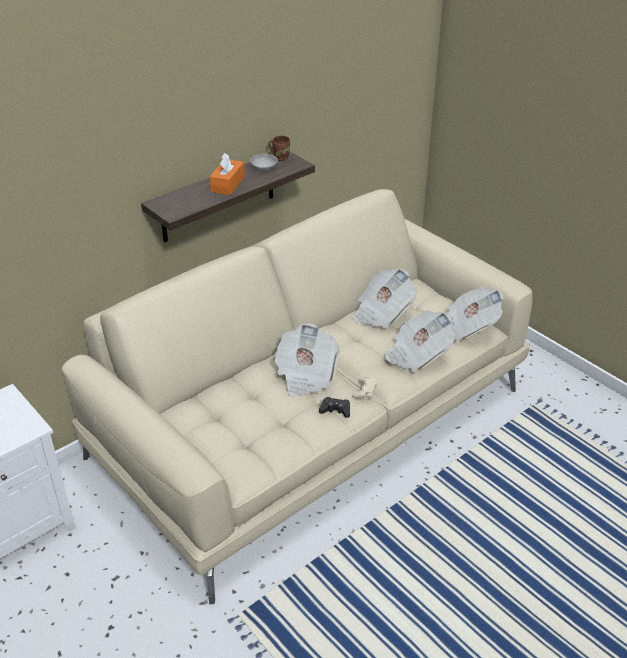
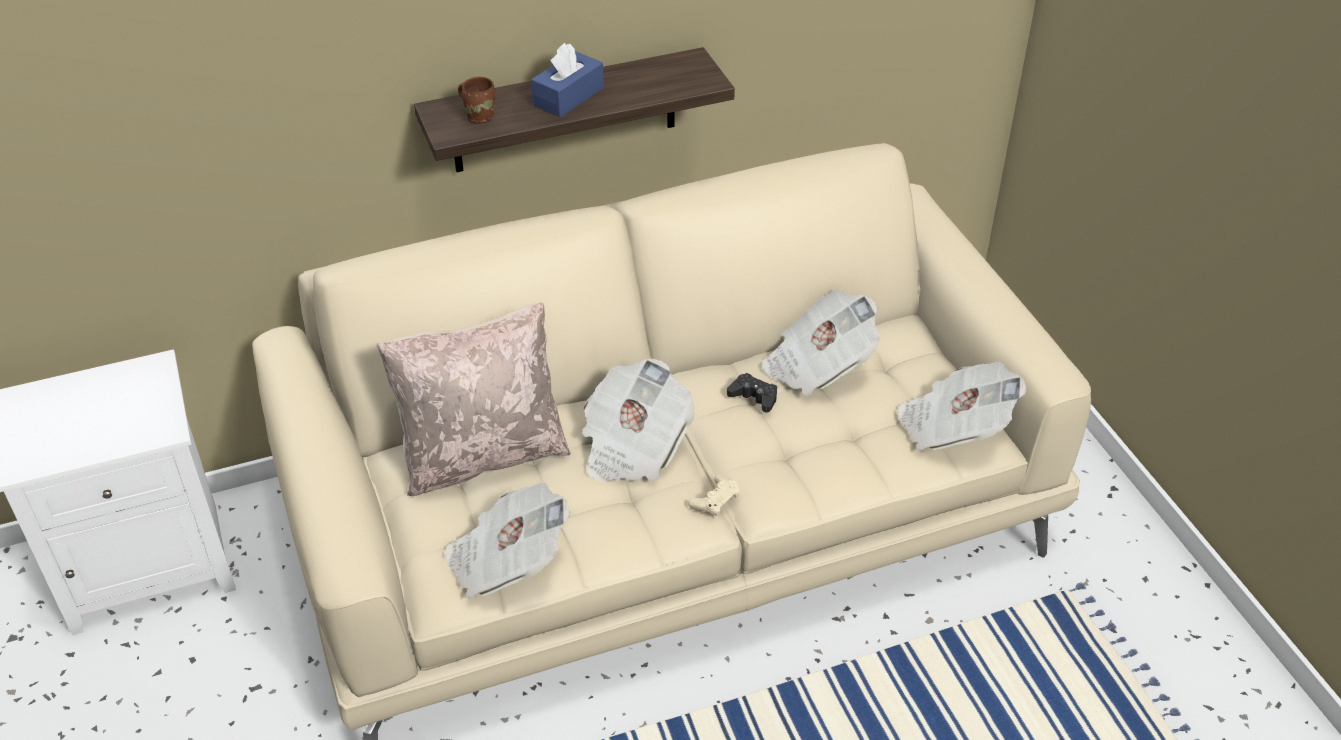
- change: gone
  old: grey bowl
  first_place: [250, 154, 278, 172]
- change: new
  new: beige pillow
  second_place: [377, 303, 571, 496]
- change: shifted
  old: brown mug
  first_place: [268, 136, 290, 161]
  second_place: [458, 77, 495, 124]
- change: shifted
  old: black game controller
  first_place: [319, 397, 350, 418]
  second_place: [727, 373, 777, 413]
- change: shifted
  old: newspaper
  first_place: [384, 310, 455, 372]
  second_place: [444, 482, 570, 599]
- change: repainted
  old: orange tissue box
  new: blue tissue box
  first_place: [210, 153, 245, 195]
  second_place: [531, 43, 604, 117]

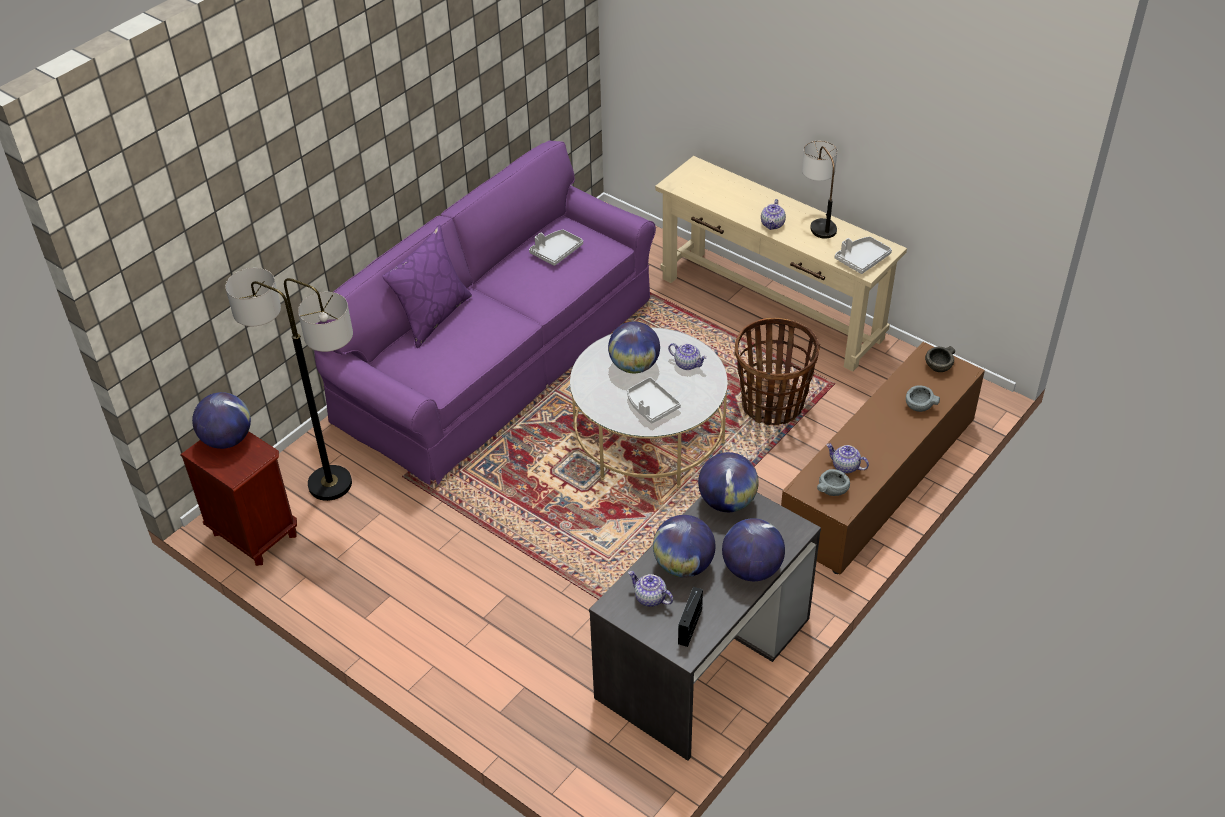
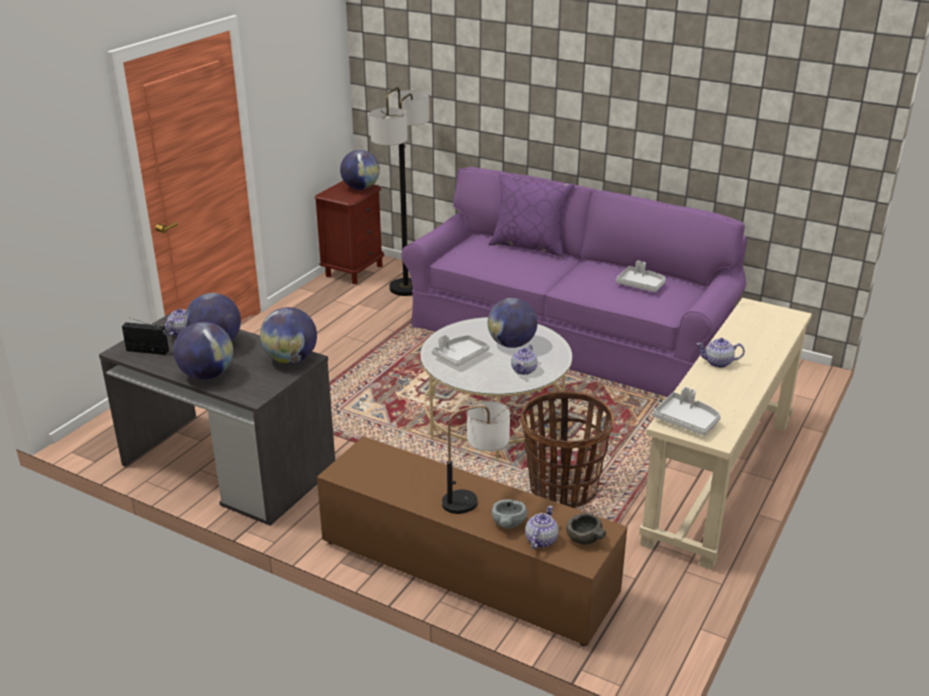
- change: gone
  old: grey bowl
  first_place: [817, 469, 850, 496]
- change: shifted
  old: table lamp
  first_place: [802, 141, 837, 239]
  second_place: [442, 400, 510, 514]
- change: shifted
  old: teapot
  first_place: [826, 443, 869, 474]
  second_place: [525, 506, 559, 549]

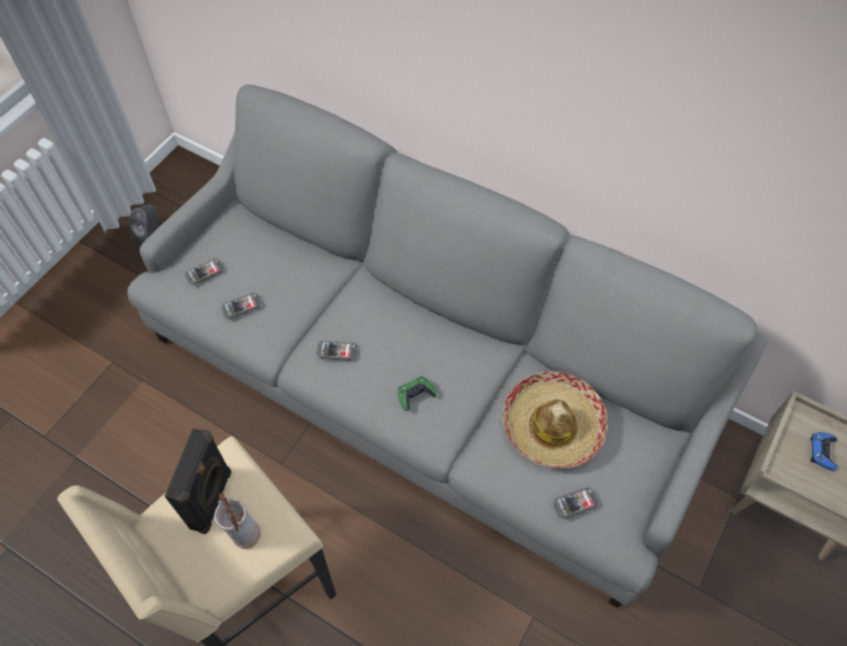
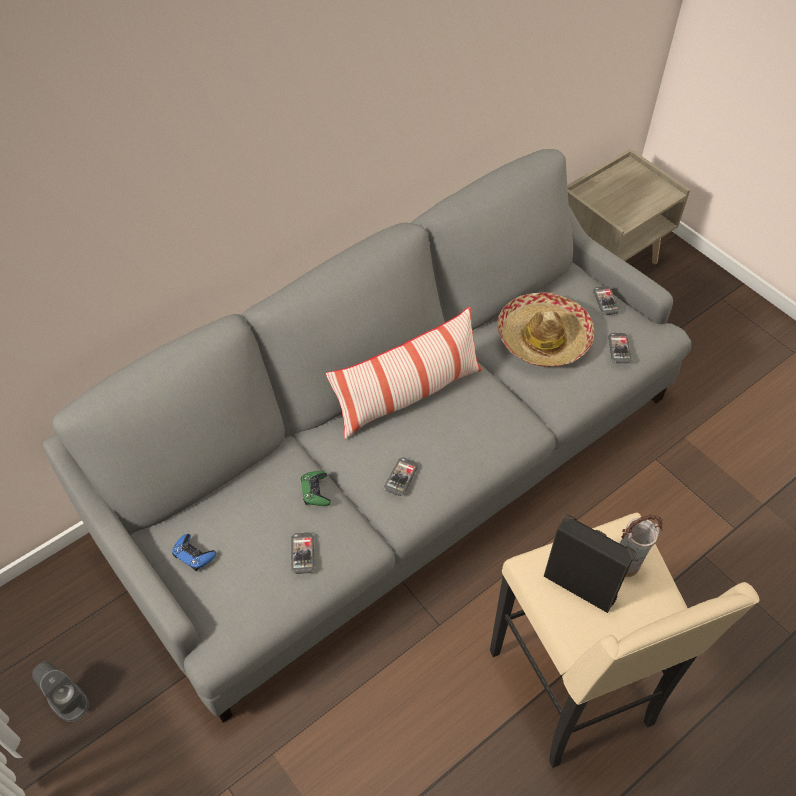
- change: new
  new: pillow
  second_place: [326, 307, 482, 439]
- change: shifted
  old: phone
  first_place: [185, 258, 224, 285]
  second_place: [593, 286, 620, 315]
- change: shifted
  old: green game controller
  first_place: [398, 376, 437, 411]
  second_place: [301, 471, 331, 506]
- change: shifted
  old: blue game controller
  first_place: [810, 432, 838, 471]
  second_place: [172, 534, 216, 571]

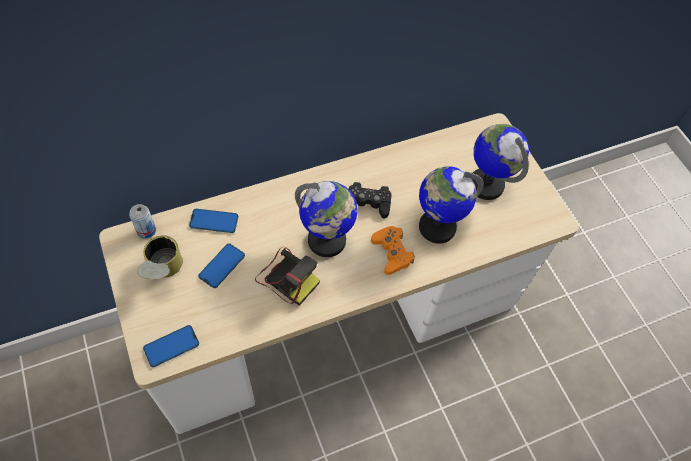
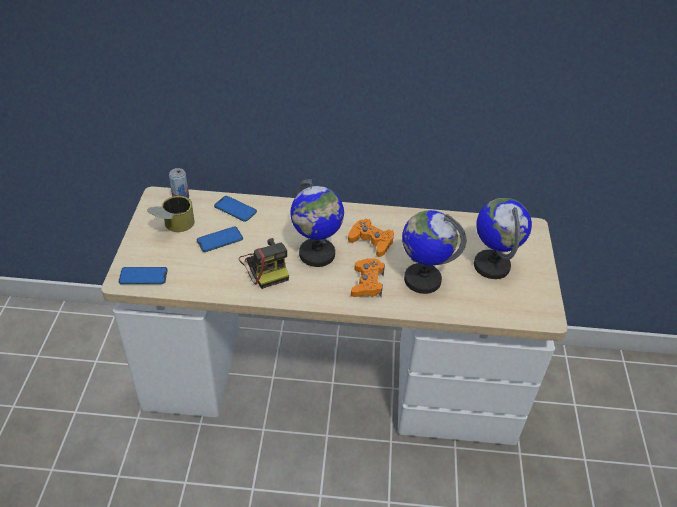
- change: repainted
  old: black game controller
  new: orange game controller
  first_place: [348, 182, 392, 219]
  second_place: [348, 219, 394, 257]

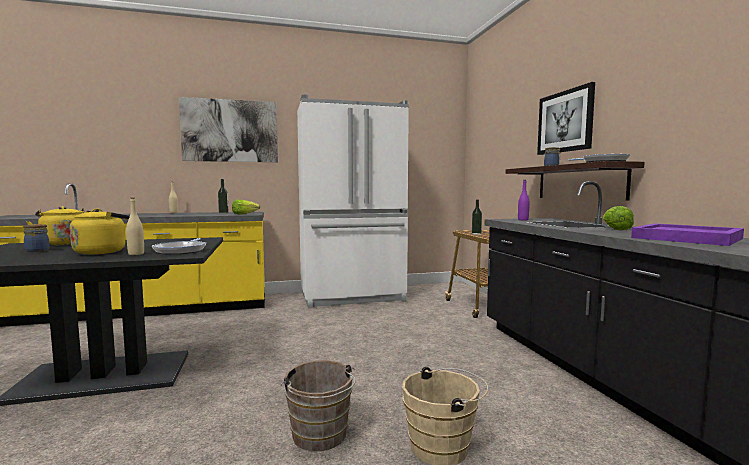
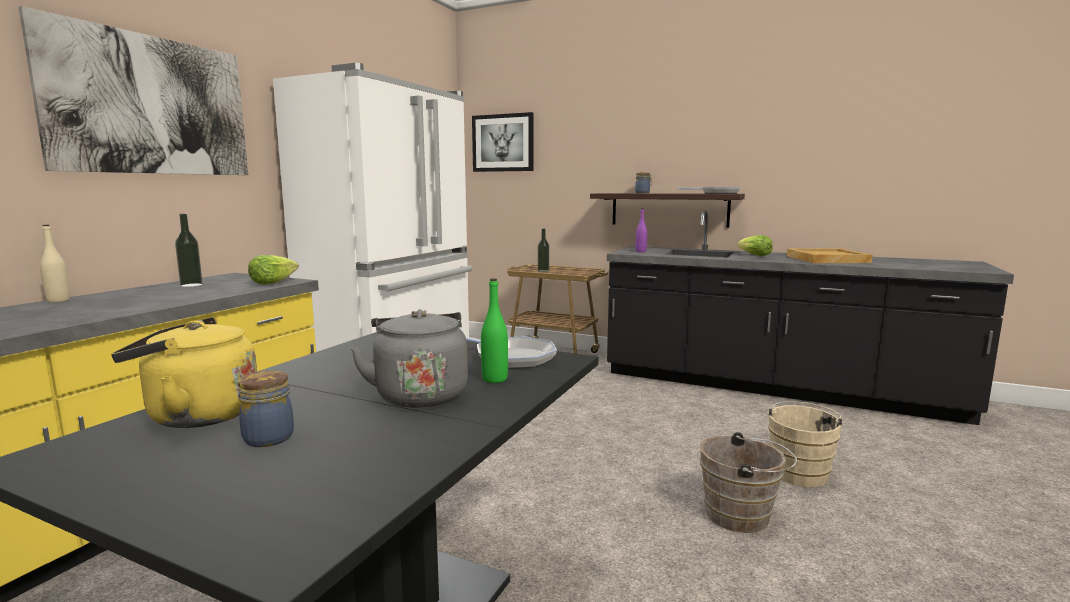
- change: shifted
  old: picture
  first_place: [537, 82, 595, 155]
  second_place: [472, 112, 533, 172]
- change: repainted
  old: yellow kettle
  new: grey kettle
  first_place: [70, 209, 130, 255]
  second_place: [350, 309, 468, 408]
- change: repainted
  old: beige bottle
  new: green bottle
  first_place: [126, 198, 144, 255]
  second_place: [481, 278, 508, 383]
- change: repainted
  old: purple tray
  new: beige tray
  first_place: [631, 223, 744, 246]
  second_place: [787, 249, 873, 263]

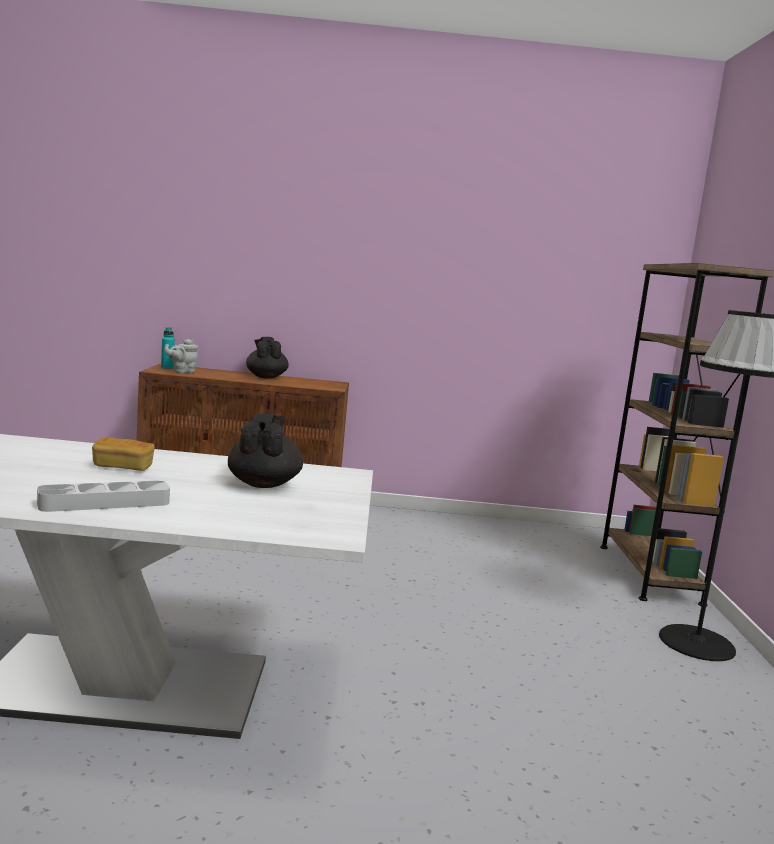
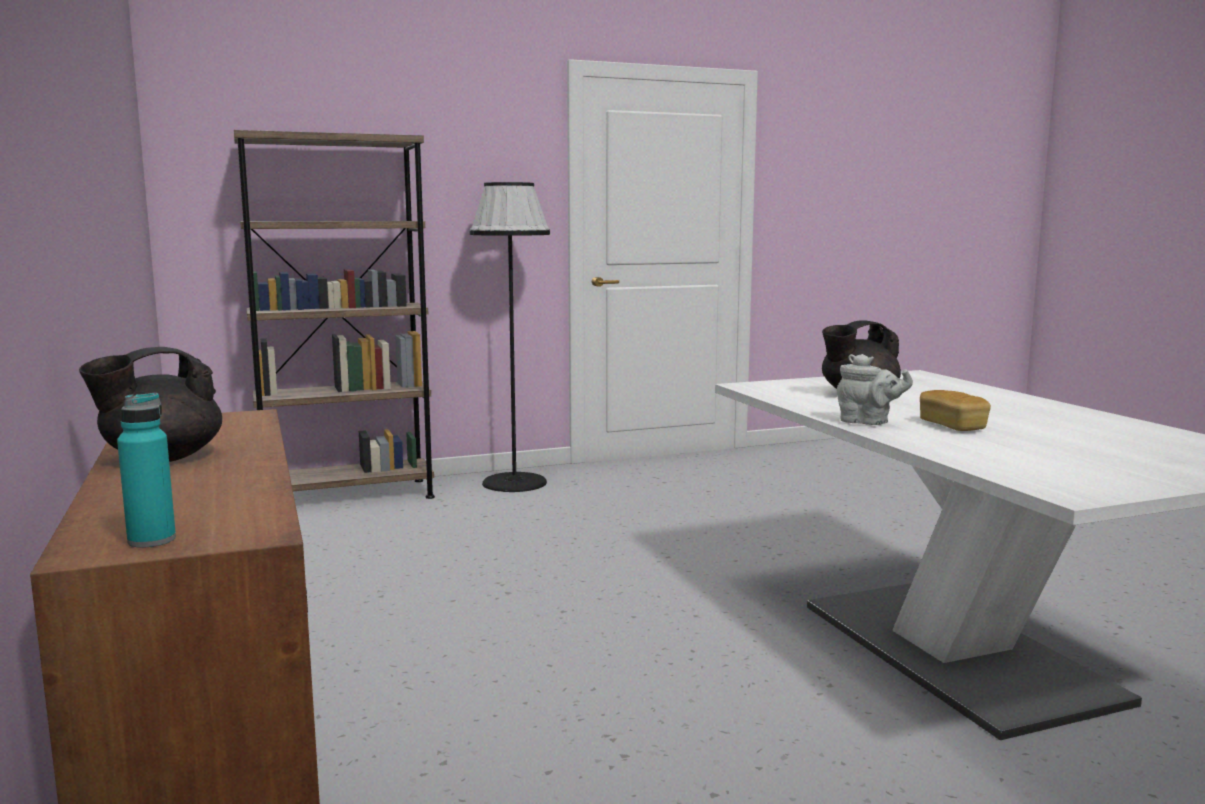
- change: gone
  old: grey tray
  first_place: [37, 481, 170, 512]
- change: shifted
  old: grey teapot
  first_place: [164, 339, 198, 373]
  second_place: [837, 354, 913, 425]

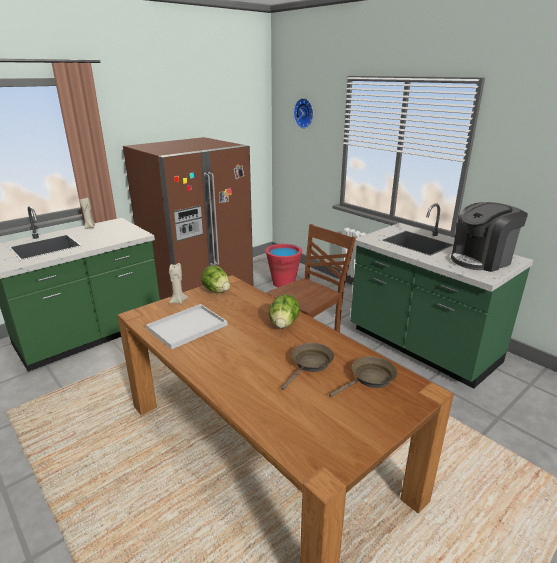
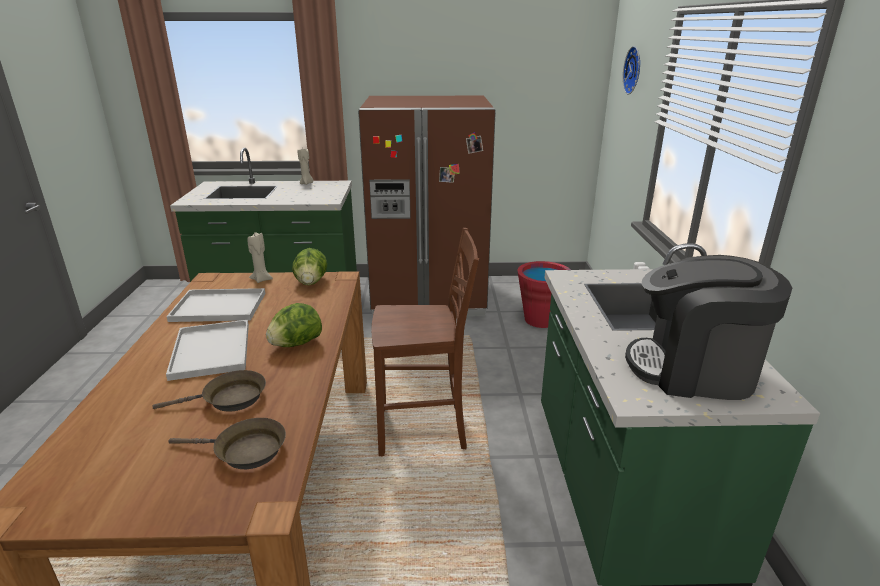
- change: new
  new: white tray
  second_place: [166, 320, 249, 381]

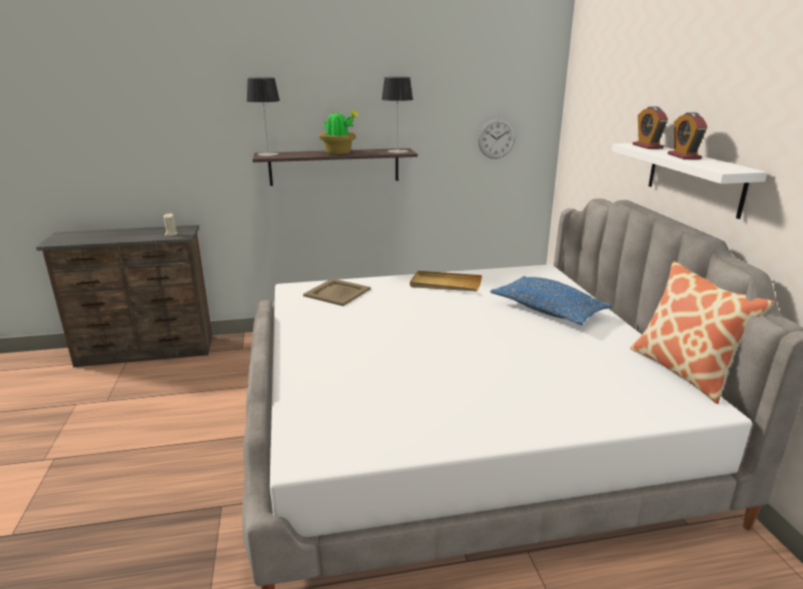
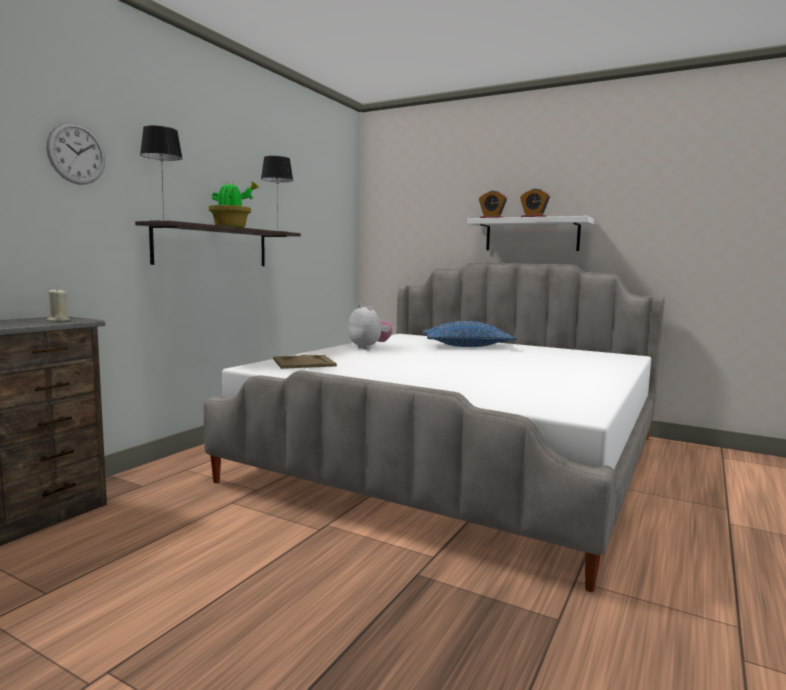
- change: gone
  old: pillow
  first_place: [630, 261, 774, 404]
- change: shifted
  old: wall clock
  first_place: [478, 119, 515, 159]
  second_place: [46, 122, 105, 184]
- change: swapped
  old: beige tray
  new: plush toy
  first_place: [410, 271, 482, 291]
  second_place: [348, 305, 393, 349]

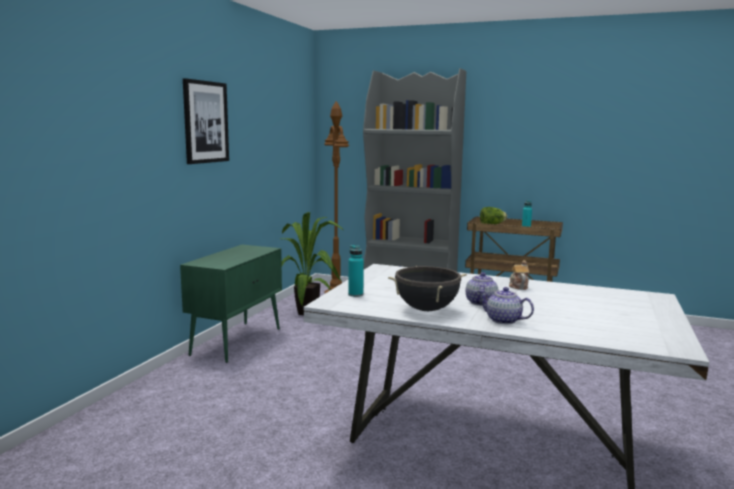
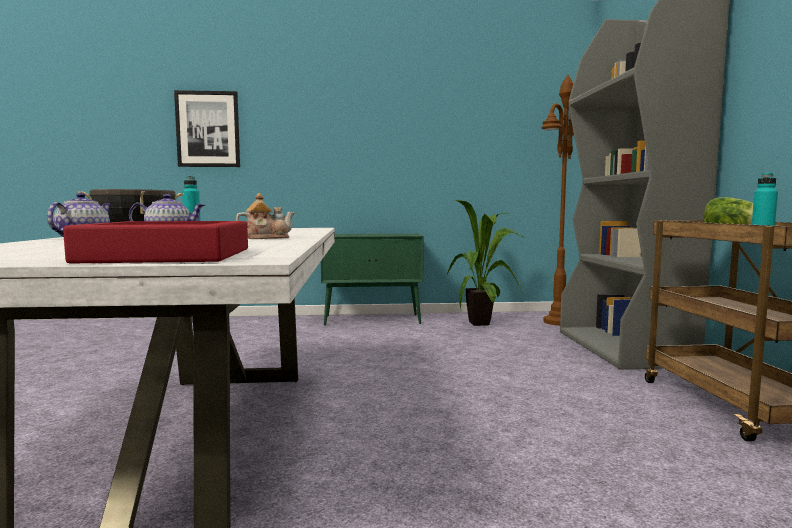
- change: new
  new: red tray
  second_place: [63, 221, 248, 263]
- change: shifted
  old: picture
  first_place: [183, 78, 229, 164]
  second_place: [174, 90, 240, 167]

